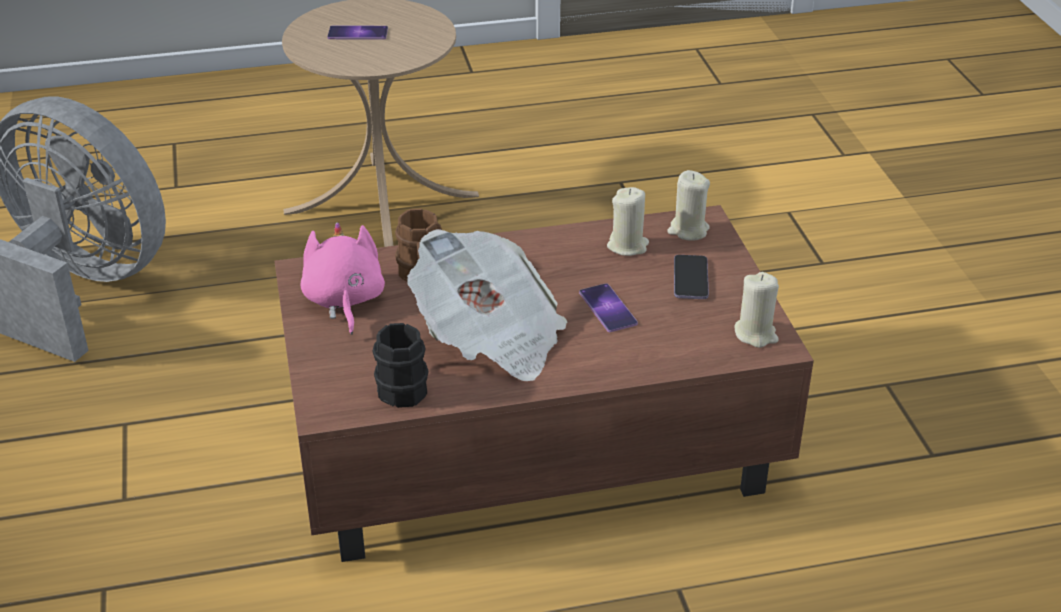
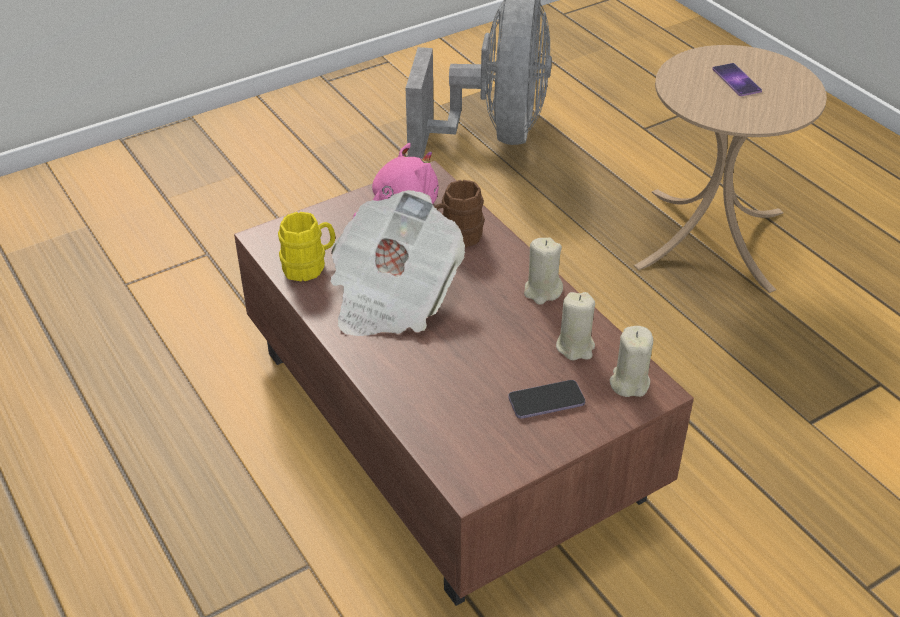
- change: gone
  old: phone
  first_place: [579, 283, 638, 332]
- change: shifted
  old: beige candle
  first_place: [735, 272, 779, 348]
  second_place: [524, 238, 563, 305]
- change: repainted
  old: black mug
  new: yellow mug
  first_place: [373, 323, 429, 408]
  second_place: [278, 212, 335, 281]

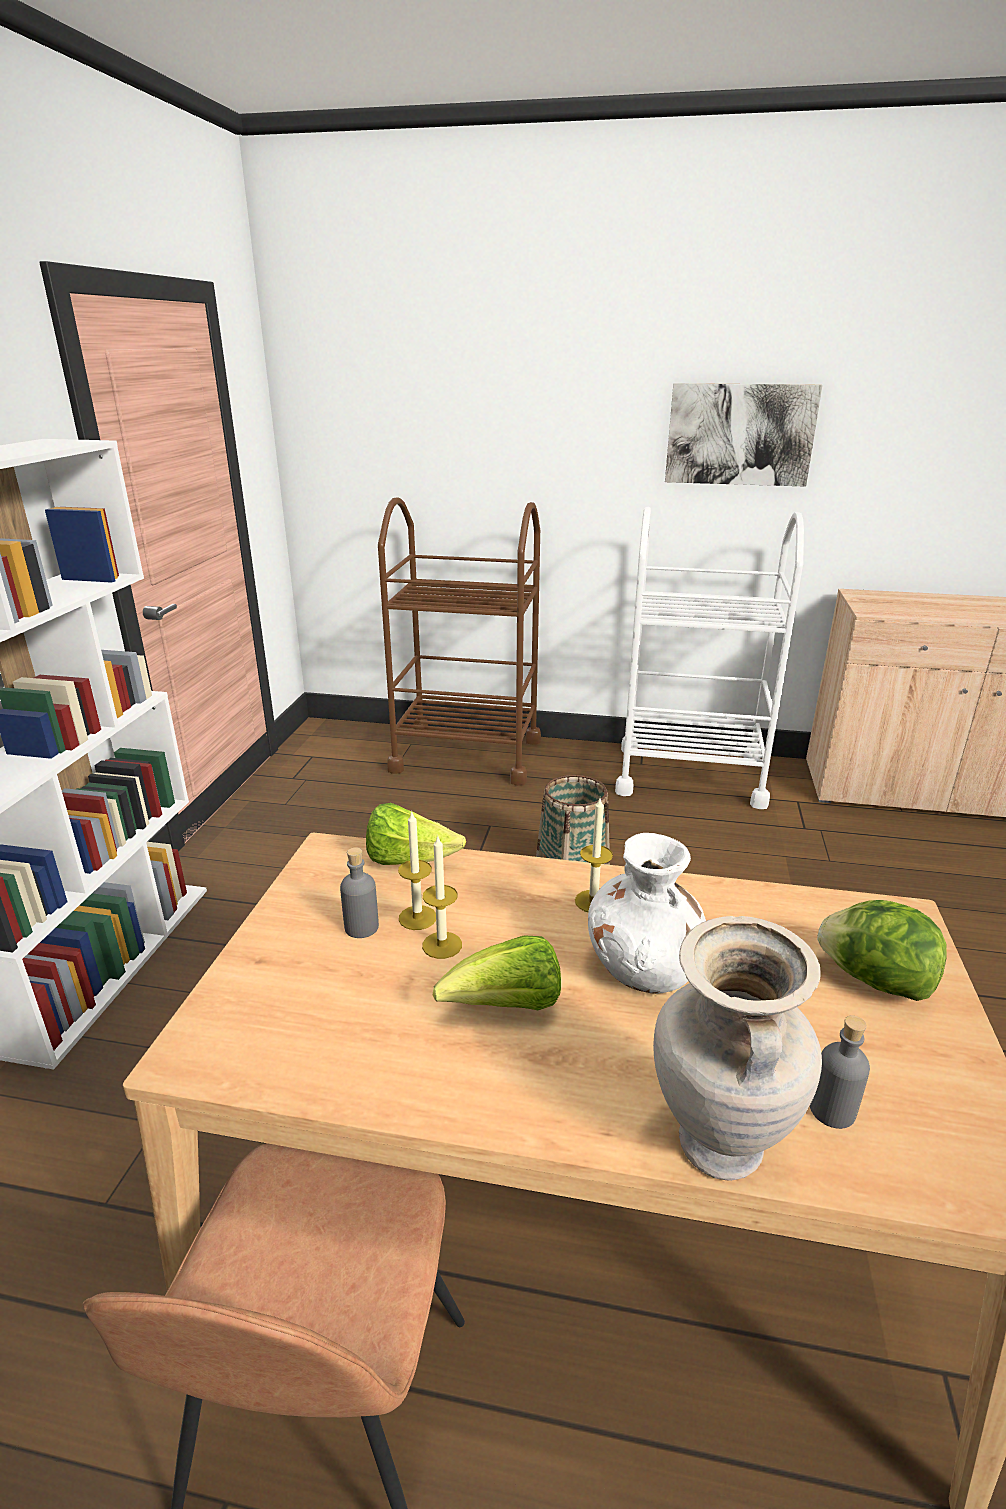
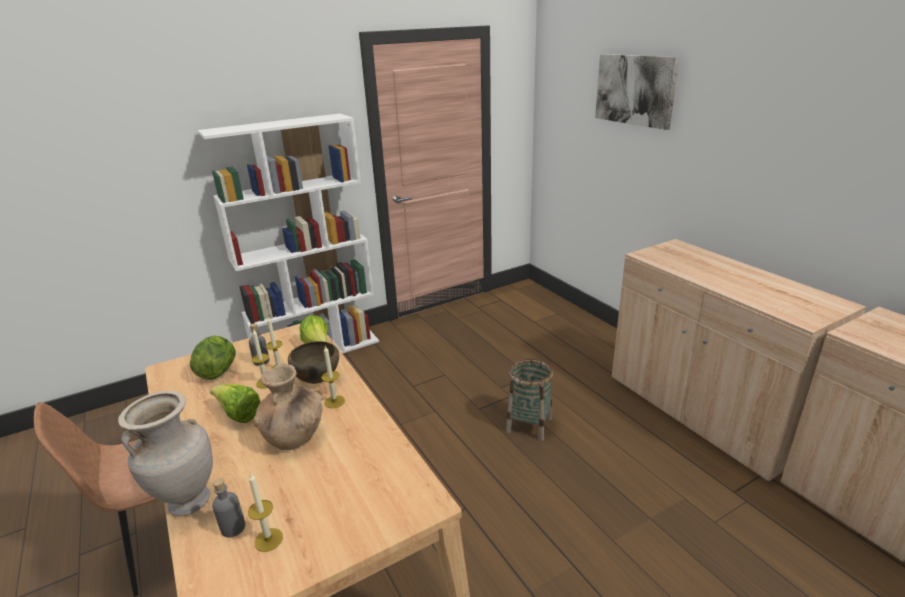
- change: gone
  old: brown cart
  first_place: [378, 498, 541, 786]
- change: new
  new: candle
  second_place: [248, 473, 283, 552]
- change: new
  new: brown bowl
  second_place: [288, 341, 339, 384]
- change: shifted
  old: picture
  first_place: [665, 383, 823, 487]
  second_place: [595, 54, 680, 130]
- change: shifted
  old: lettuce
  first_place: [817, 900, 947, 1001]
  second_place: [190, 336, 236, 380]
- change: swapped
  old: white cart
  new: beige cabinet
  first_place: [615, 507, 804, 809]
  second_place: [612, 239, 866, 482]
- change: repainted
  old: white vase
  new: brown vase
  first_place: [588, 833, 706, 994]
  second_place: [253, 364, 323, 450]

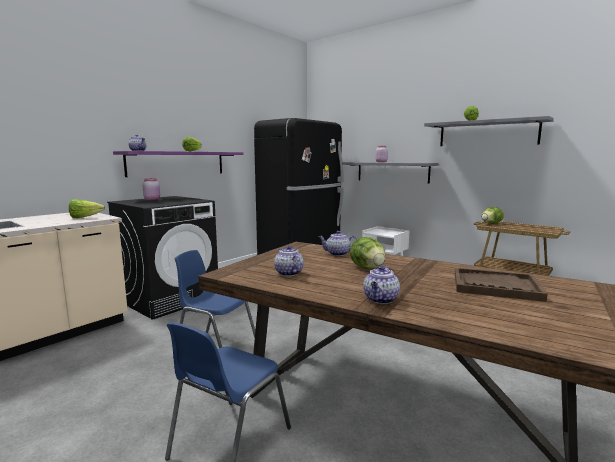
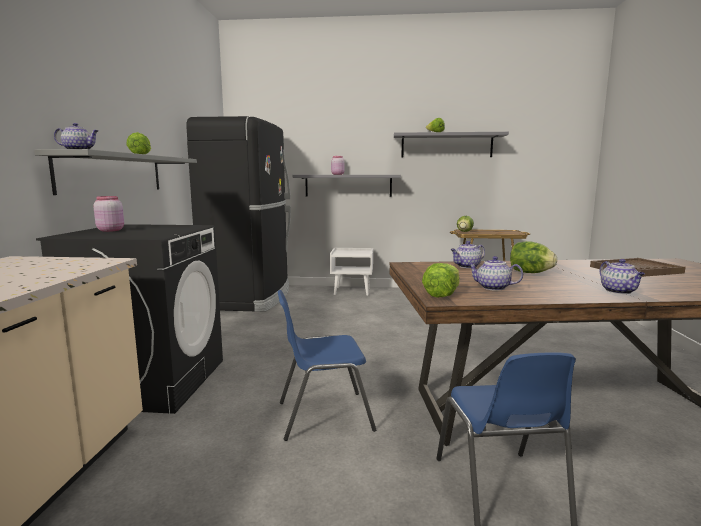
- change: shifted
  old: lettuce
  first_place: [69, 199, 105, 218]
  second_place: [422, 263, 459, 297]
- change: repainted
  old: purple shelf
  new: grey shelf
  first_place: [113, 151, 244, 177]
  second_place: [34, 149, 197, 195]

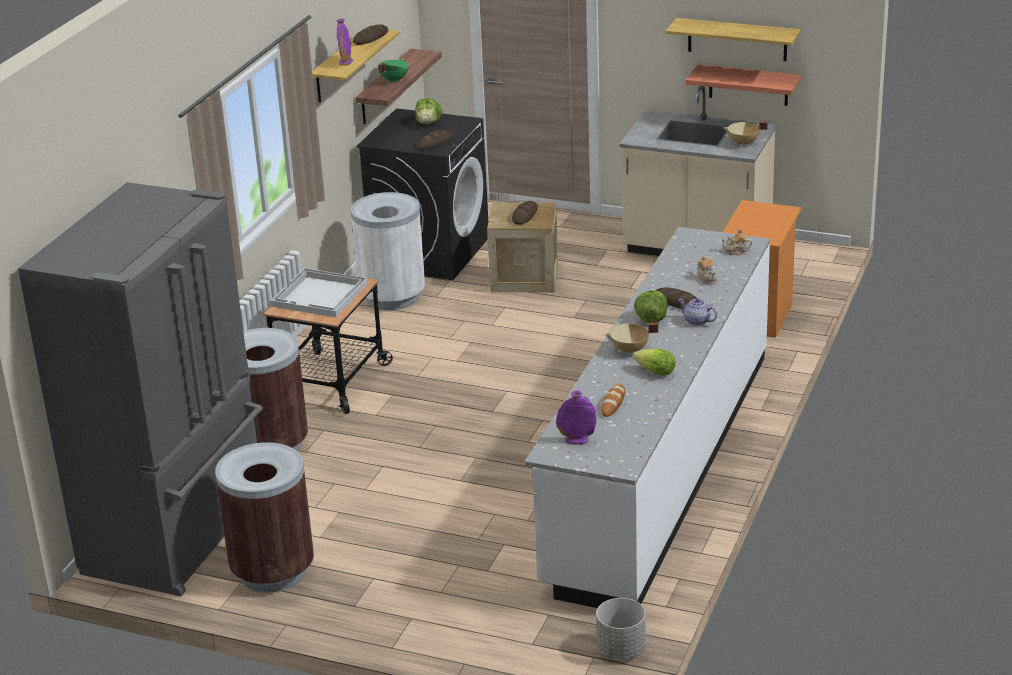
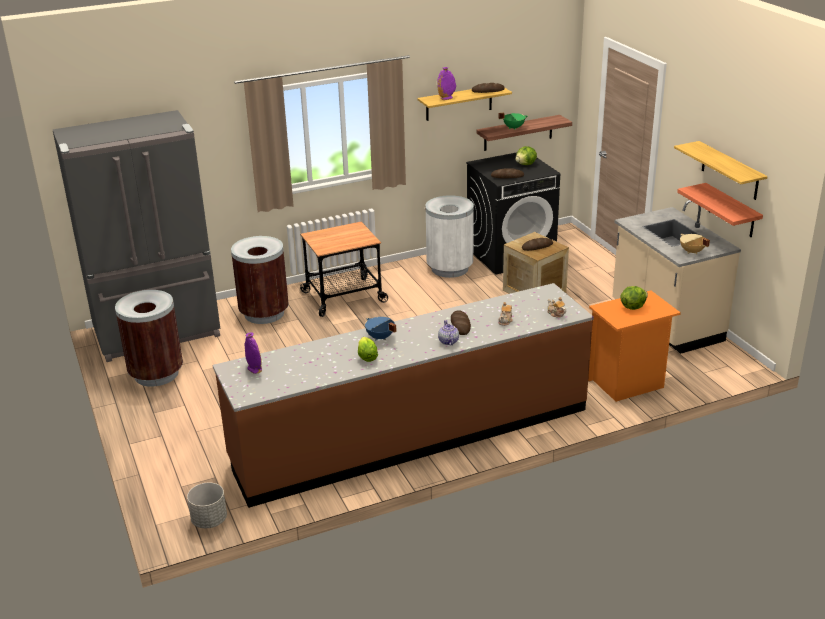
- change: gone
  old: white tray
  first_place: [271, 268, 368, 317]
- change: gone
  old: bread
  first_place: [601, 383, 625, 417]
- change: shifted
  old: lettuce
  first_place: [634, 290, 667, 323]
  second_place: [620, 286, 648, 310]
- change: repainted
  old: white counter
  new: brown counter
  first_place: [525, 227, 770, 608]
  second_place: [212, 283, 594, 508]
- change: repainted
  old: beige cooking pot
  new: blue cooking pot
  first_place: [605, 322, 658, 355]
  second_place: [365, 317, 397, 340]

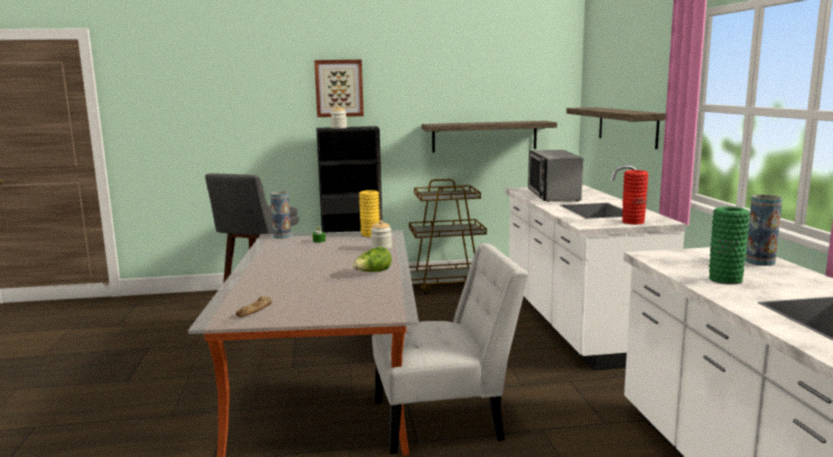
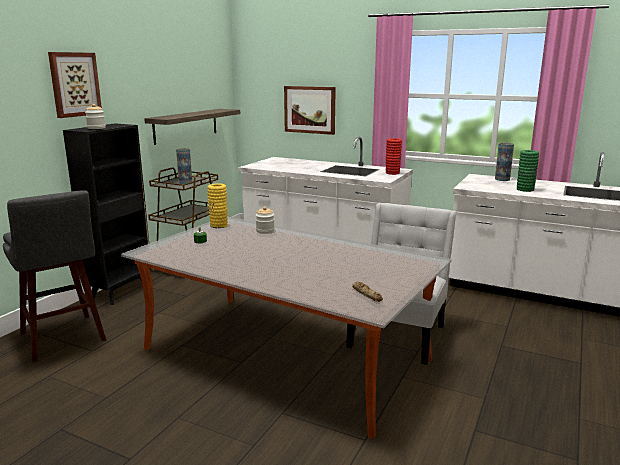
- change: gone
  old: lettuce
  first_place: [352, 247, 392, 272]
- change: gone
  old: microwave
  first_place: [528, 150, 583, 202]
- change: shifted
  old: vase
  first_place: [270, 191, 291, 239]
  second_place: [176, 148, 192, 184]
- change: swapped
  old: shelf
  new: picture
  first_place: [566, 107, 666, 149]
  second_place: [284, 86, 336, 135]

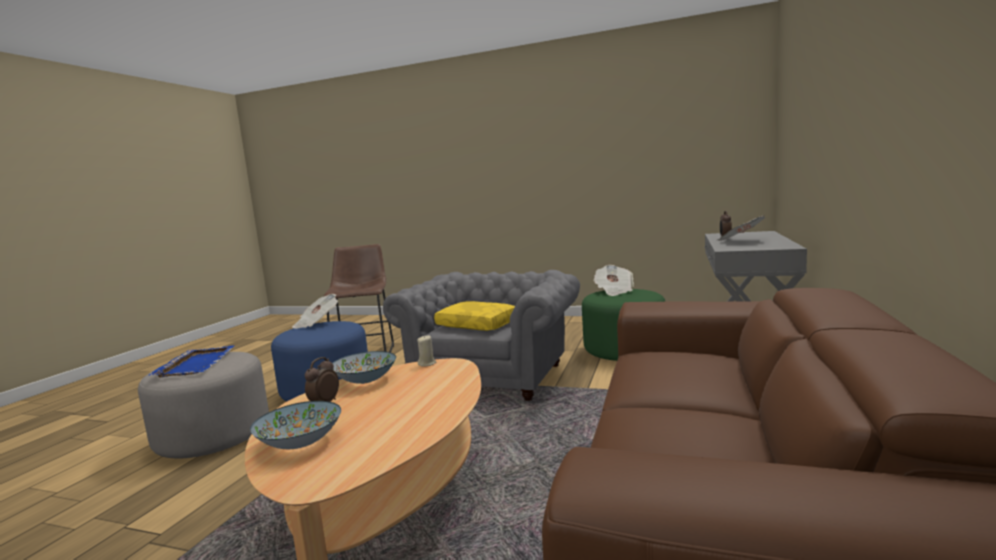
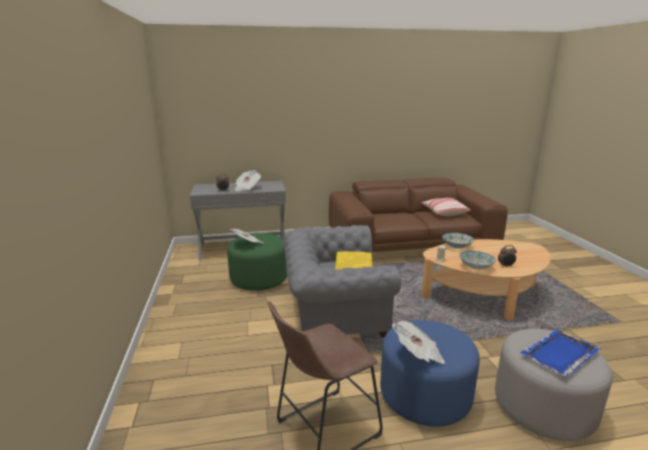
- change: new
  new: pillow
  second_place: [421, 198, 471, 216]
- change: shifted
  old: bowl
  first_place: [250, 401, 341, 449]
  second_place: [442, 233, 474, 249]

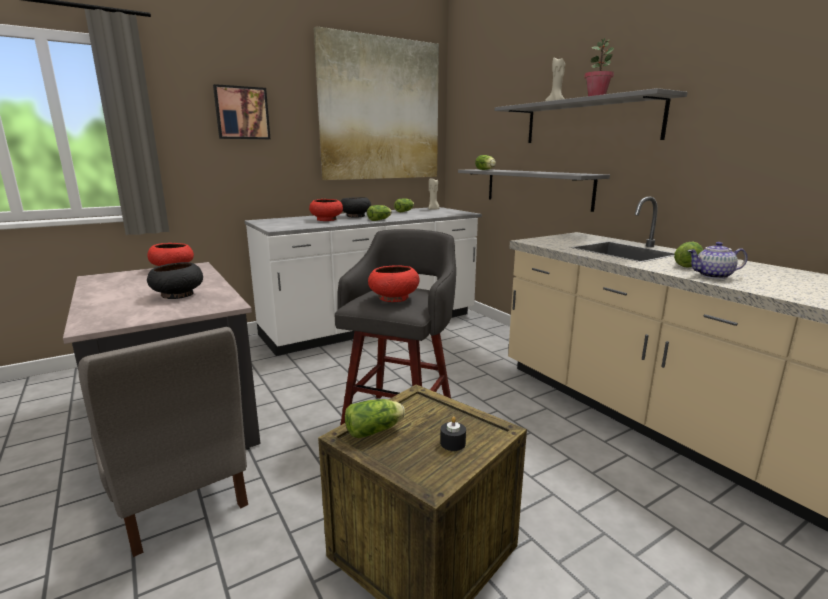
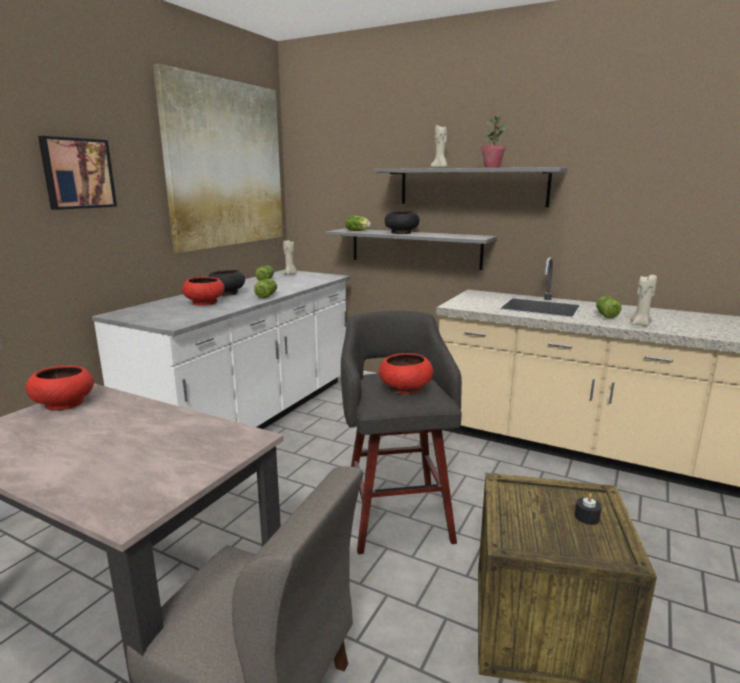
- change: gone
  old: lettuce
  first_place: [345, 399, 405, 438]
- change: shifted
  old: black bowl
  first_place: [147, 262, 203, 299]
  second_place: [384, 211, 419, 234]
- change: swapped
  old: teapot
  new: beige candle
  first_place: [688, 242, 748, 279]
  second_place: [630, 275, 657, 326]

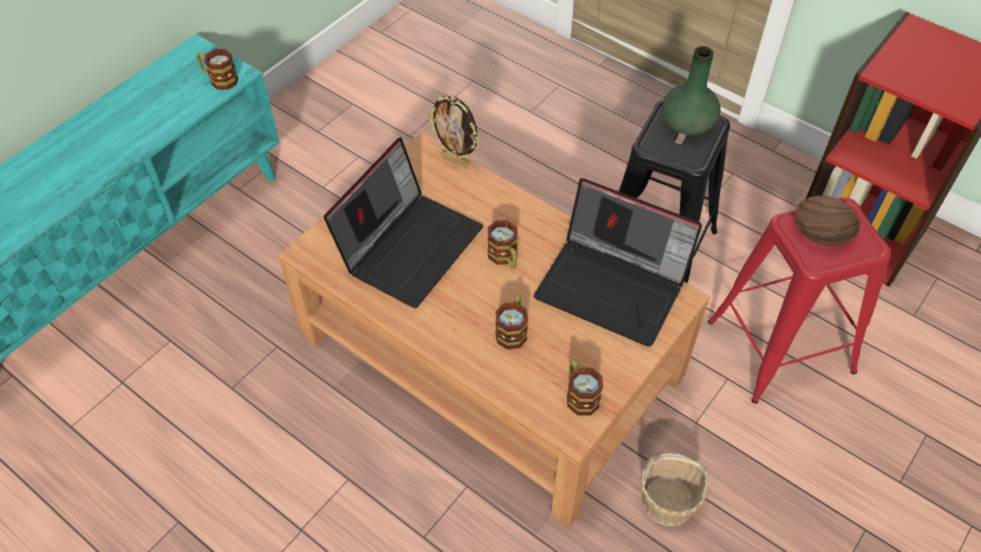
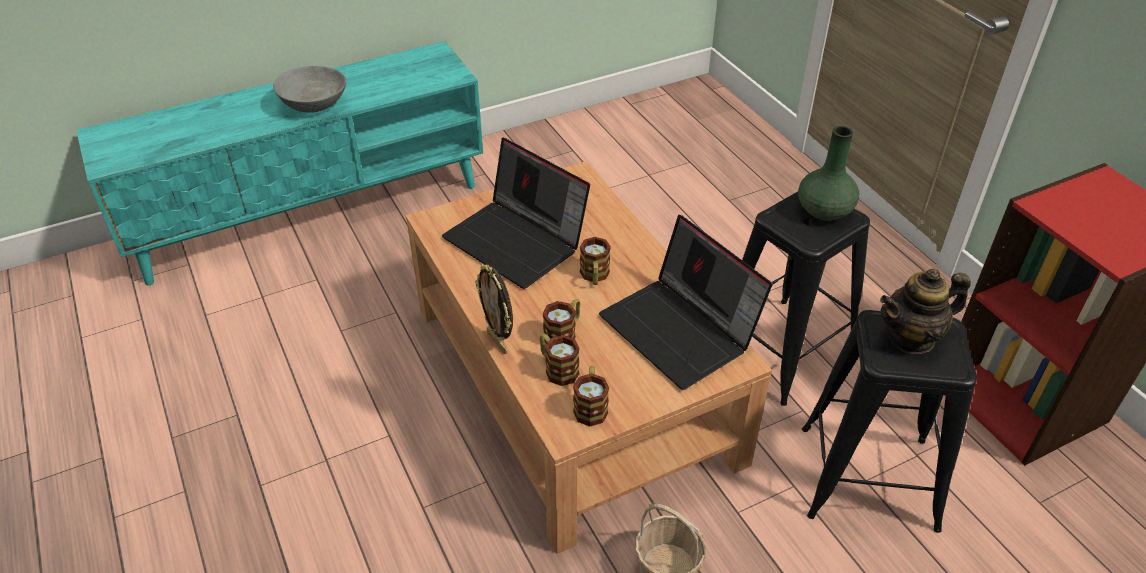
- change: new
  new: grey bowl
  second_place: [273, 66, 346, 113]
- change: shifted
  old: mug
  first_place: [197, 49, 238, 90]
  second_place: [540, 333, 580, 386]
- change: shifted
  old: picture frame
  first_place: [428, 95, 480, 169]
  second_place: [475, 264, 513, 354]
- change: swapped
  old: brown bowl
  new: teapot
  first_place: [795, 196, 860, 246]
  second_place: [880, 269, 971, 354]
- change: repainted
  old: red stool
  new: black stool
  first_place: [708, 197, 892, 404]
  second_place: [802, 310, 977, 533]
- change: rotated
  old: laptop
  first_place: [324, 137, 483, 308]
  second_place: [442, 138, 590, 289]
  degrees: 75

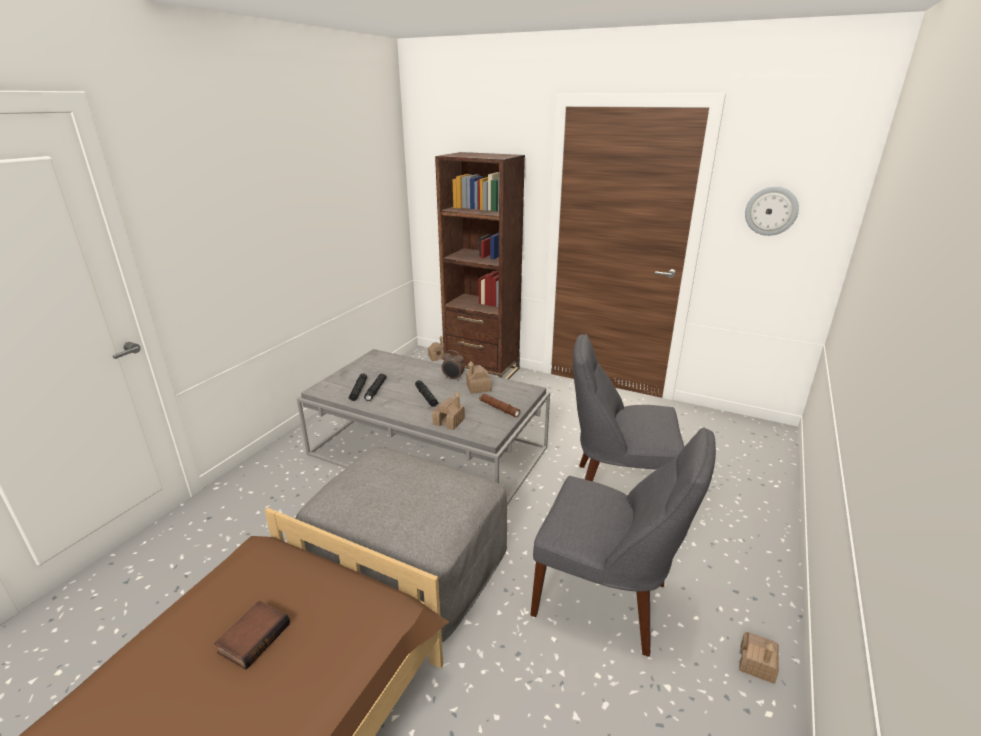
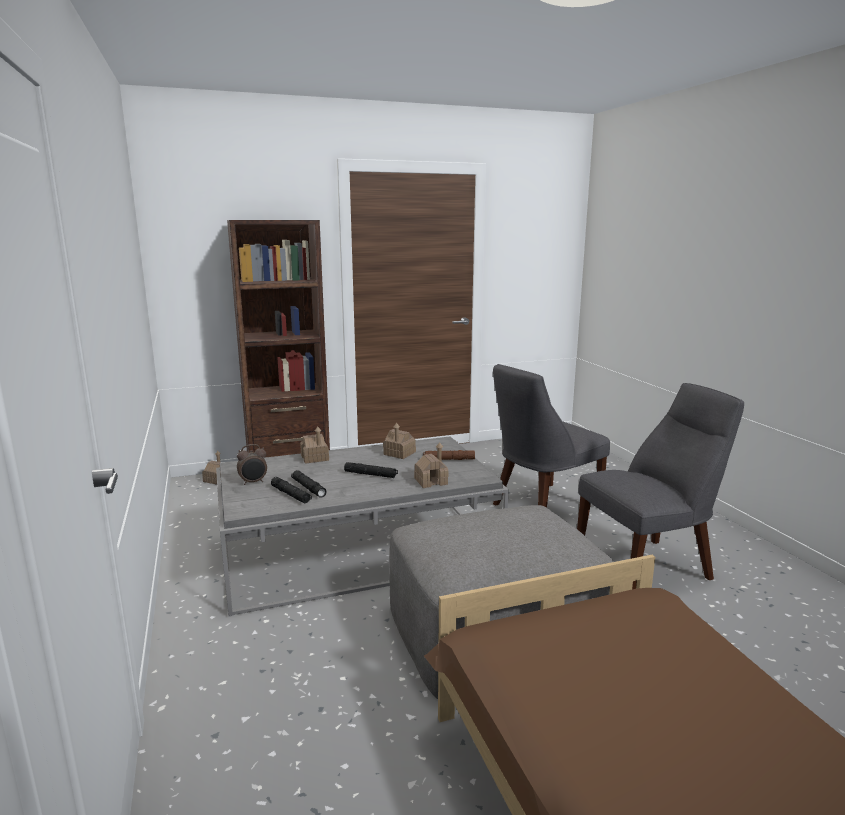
- change: gone
  old: book
  first_place: [214, 601, 290, 670]
- change: gone
  old: wall clock
  first_place: [745, 187, 799, 236]
- change: shifted
  old: alarm clock
  first_place: [442, 350, 465, 381]
  second_place: [237, 444, 267, 485]
- change: shifted
  old: toy house
  first_place: [739, 632, 779, 684]
  second_place: [300, 427, 329, 464]

